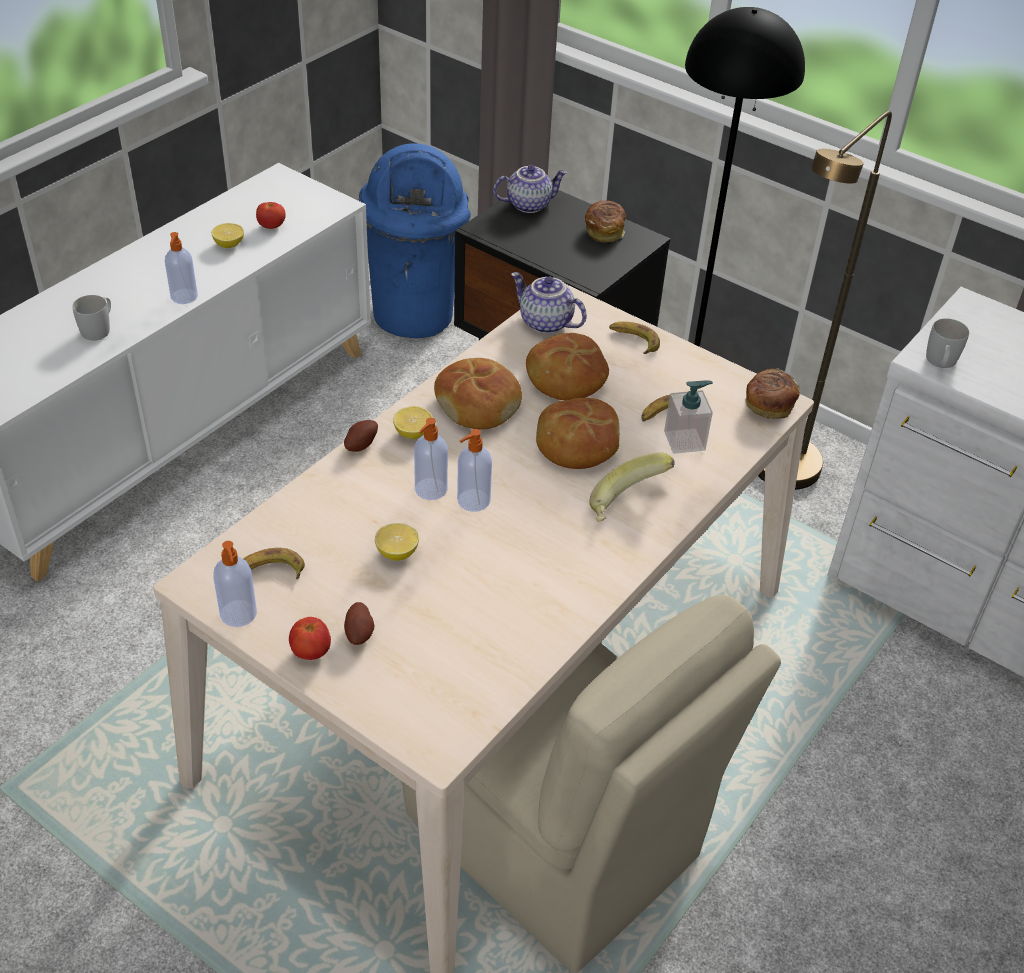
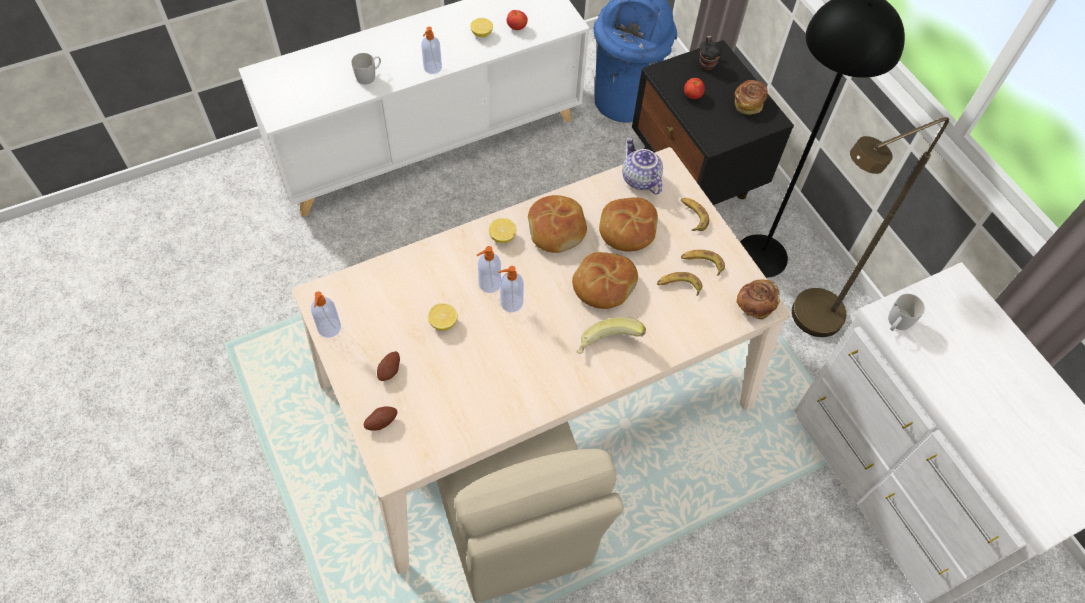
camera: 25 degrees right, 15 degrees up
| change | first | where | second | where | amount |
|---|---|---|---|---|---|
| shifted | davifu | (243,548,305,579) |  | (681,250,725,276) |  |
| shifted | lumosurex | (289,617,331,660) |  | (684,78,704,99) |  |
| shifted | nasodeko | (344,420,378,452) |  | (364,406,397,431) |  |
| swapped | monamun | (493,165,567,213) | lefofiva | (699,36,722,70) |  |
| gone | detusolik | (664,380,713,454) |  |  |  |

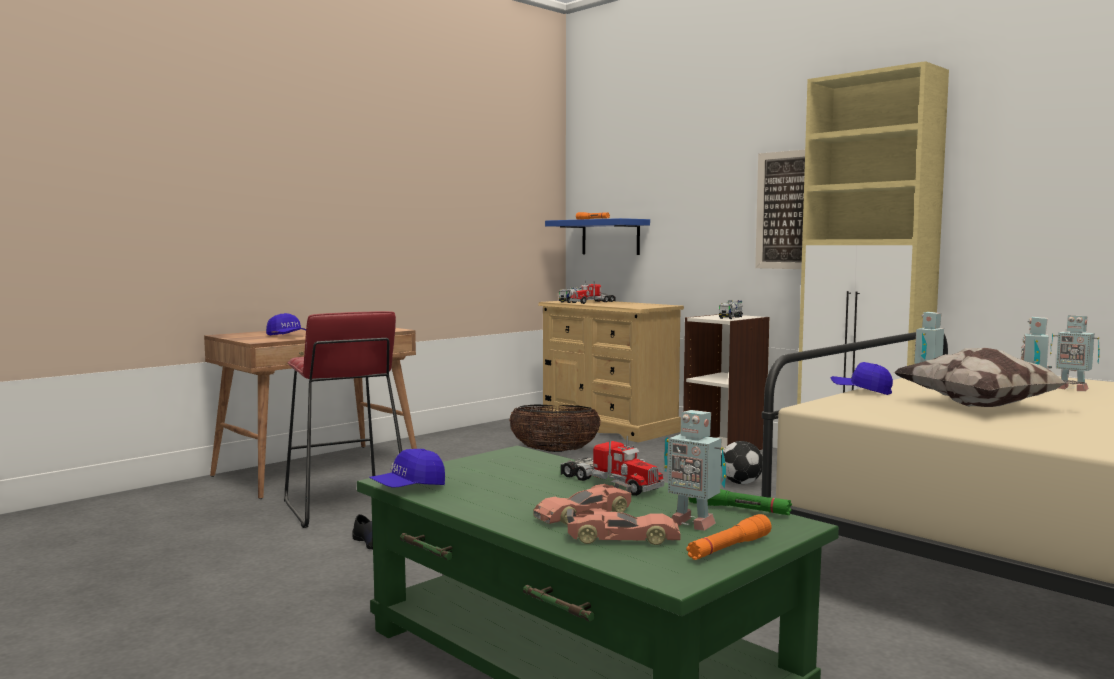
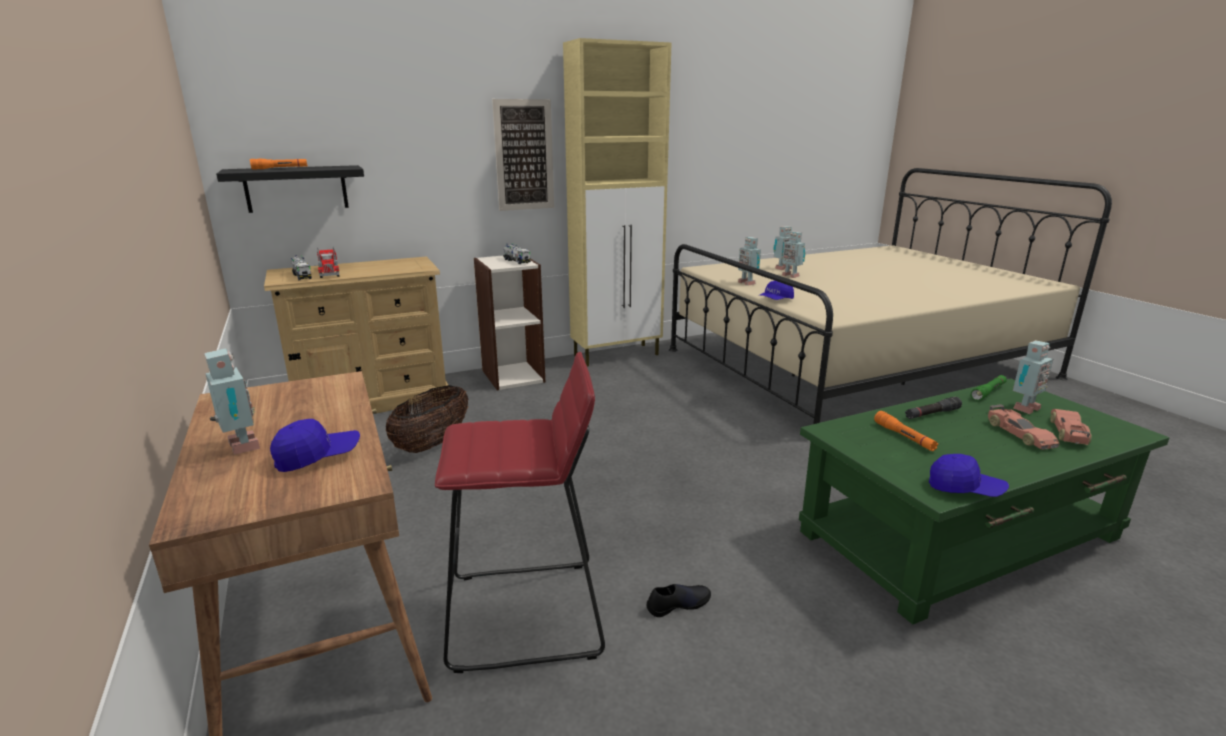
camera: 70 degrees left, 15 degrees up
| change | first | where | second | where | amount |
|---|---|---|---|---|---|
| rotated | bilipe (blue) | (369,449,445,488) |  | (929,454,1009,497) | 45 degrees counterclockwise |
| repainted | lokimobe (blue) | (545,218,650,255) | lokimobe (black) | (216,165,364,213) |  |
| swapped | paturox | (561,436,665,496) | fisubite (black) | (905,397,962,419) |  |
| shifted | fisubite (orange) | (686,514,771,560) |  | (874,411,938,451) |  |
| gone | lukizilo | (721,441,762,484) |  |  |  |
| gone | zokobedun | (894,348,1085,407) |  |  |  |
| new |  |  | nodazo | (204,348,260,455) |  |

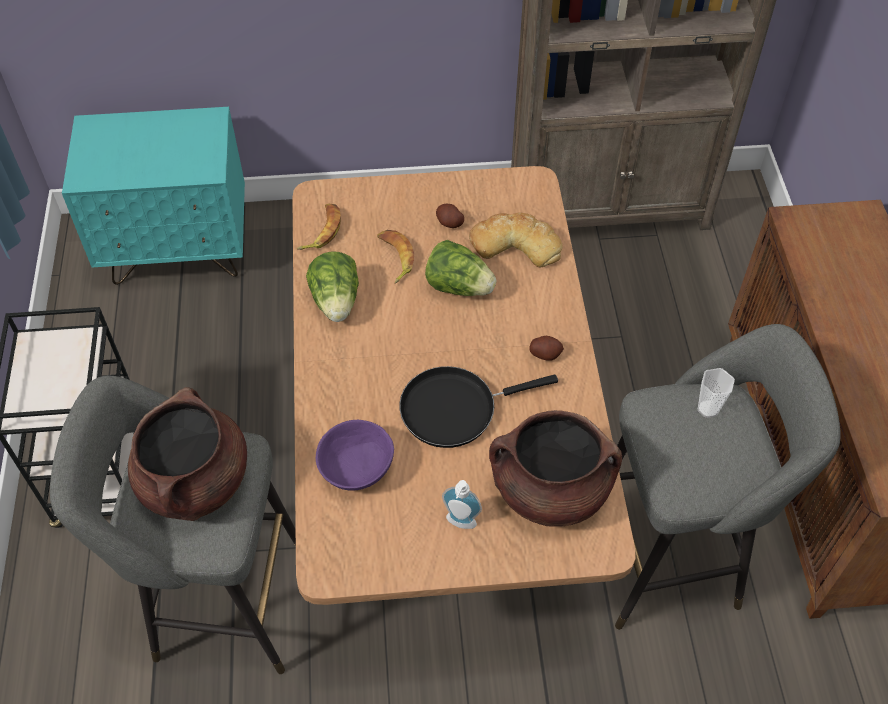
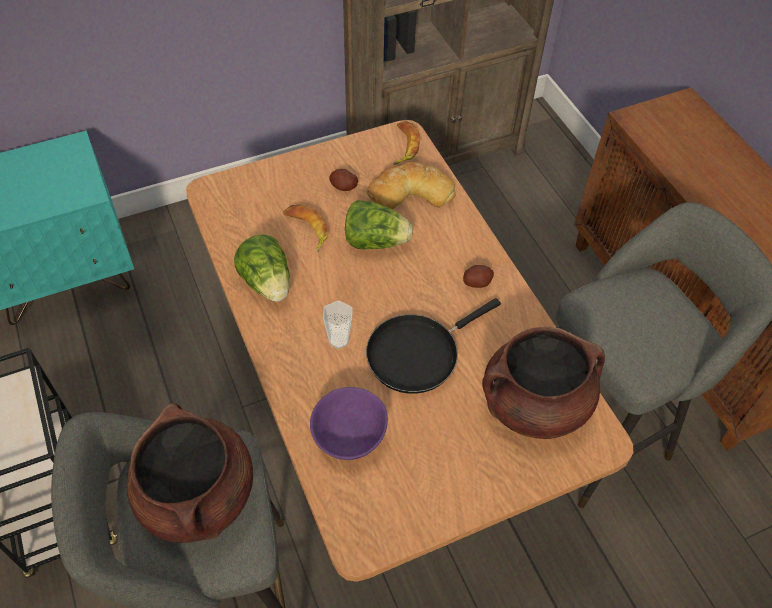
camera: 20 degrees left, 0 degrees up
| change | first | where | second | where | amount |
|---|---|---|---|---|---|
| shifted | davifu | (297,204,341,250) |  | (393,122,420,165) |  |
| gone | detusolik | (442,480,482,529) |  |  |  |
| shifted | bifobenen | (698,368,735,418) |  | (323,301,353,349) |  |

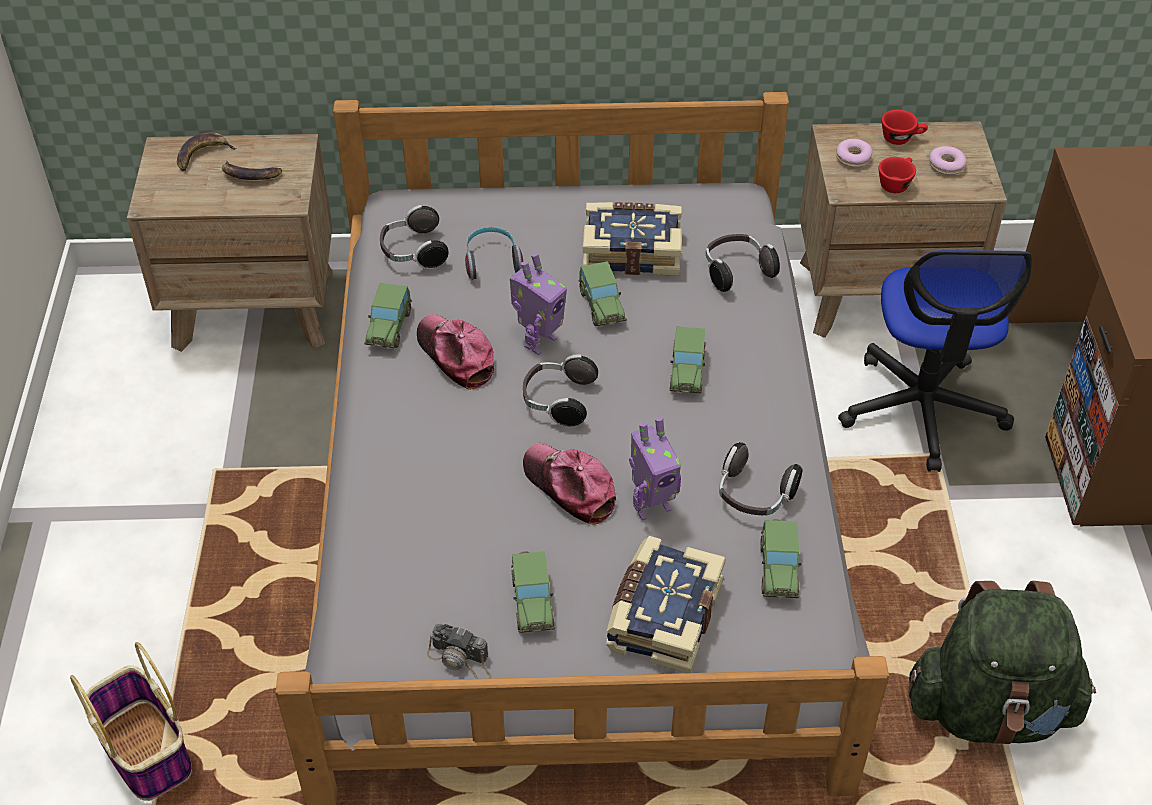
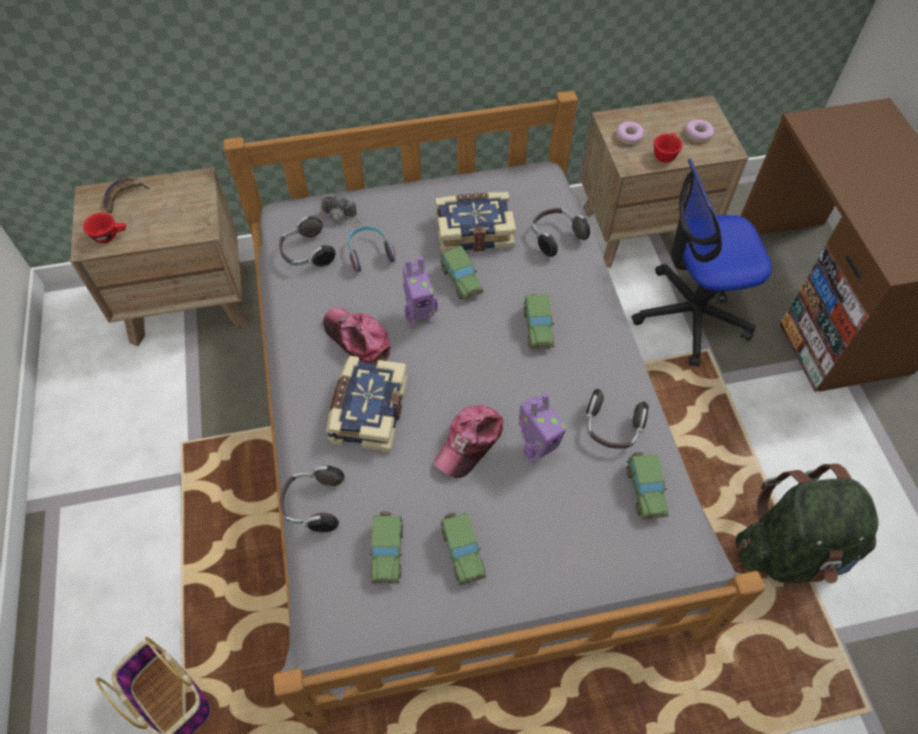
camera: 10 degrees left, 10 degrees up
| change | first | where | second | where | amount |
|---|---|---|---|---|---|
| gone | davifu | (222,160,282,180) |  |  |  |
| shifted | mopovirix | (364,283,412,348) |  | (370,512,403,584) |  |
| shifted | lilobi | (427,624,491,679) |  | (320,196,361,227) |  |
| rotated | nodazo | (510,253,567,355) |  | (403,257,438,328) | 45 degrees clockwise |
| shifted | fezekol | (523,354,598,427) |  | (280,466,345,532) |  |
| rotated | bilipe | (523,443,616,525) |  | (434,405,504,478) | 90 degrees counterclockwise |
| shifted | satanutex | (606,536,726,673) |  | (326,356,408,452) |  |
| rotated | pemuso | (838,250,1032,472) |  | (632,158,772,367) | 90 degrees clockwise |
| shifted | bifobenen (red) | (882,110,928,145) |  | (83,213,126,243) |  |

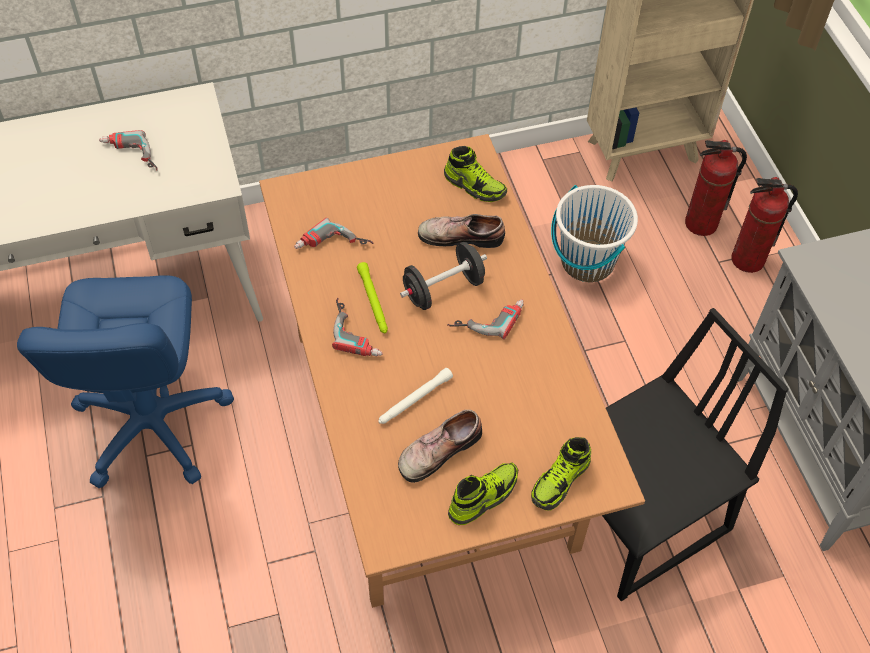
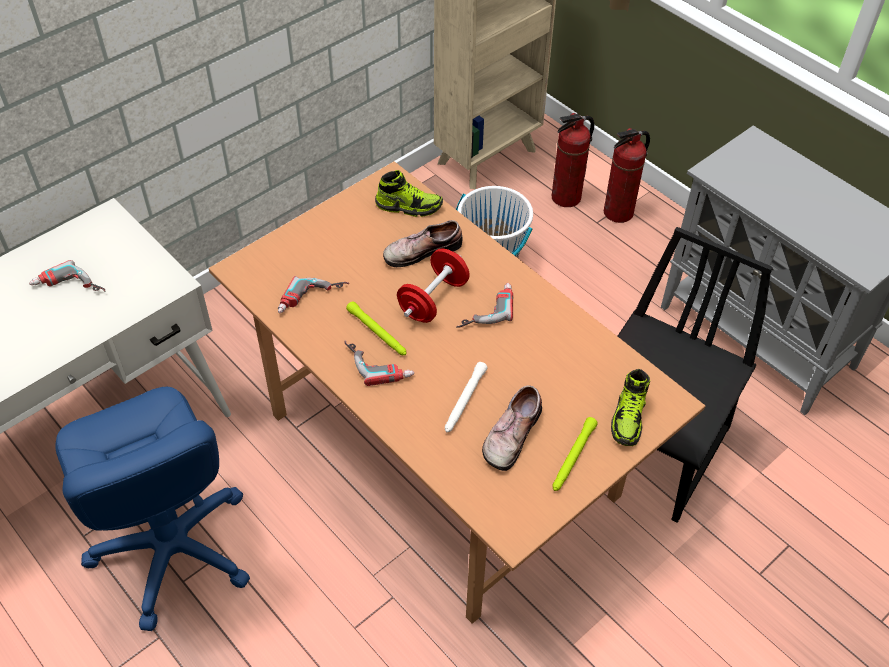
camera: 25 degrees left, 5 degrees down
| change | first | where | second | where | amount |
|---|---|---|---|---|---|
| repainted | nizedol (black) | (400,242,487,310) | nizedol (red) | (397,248,470,323) |  |
| swapped | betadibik | (448,463,518,525) | fisubite (green) | (553,417,598,491) |  |

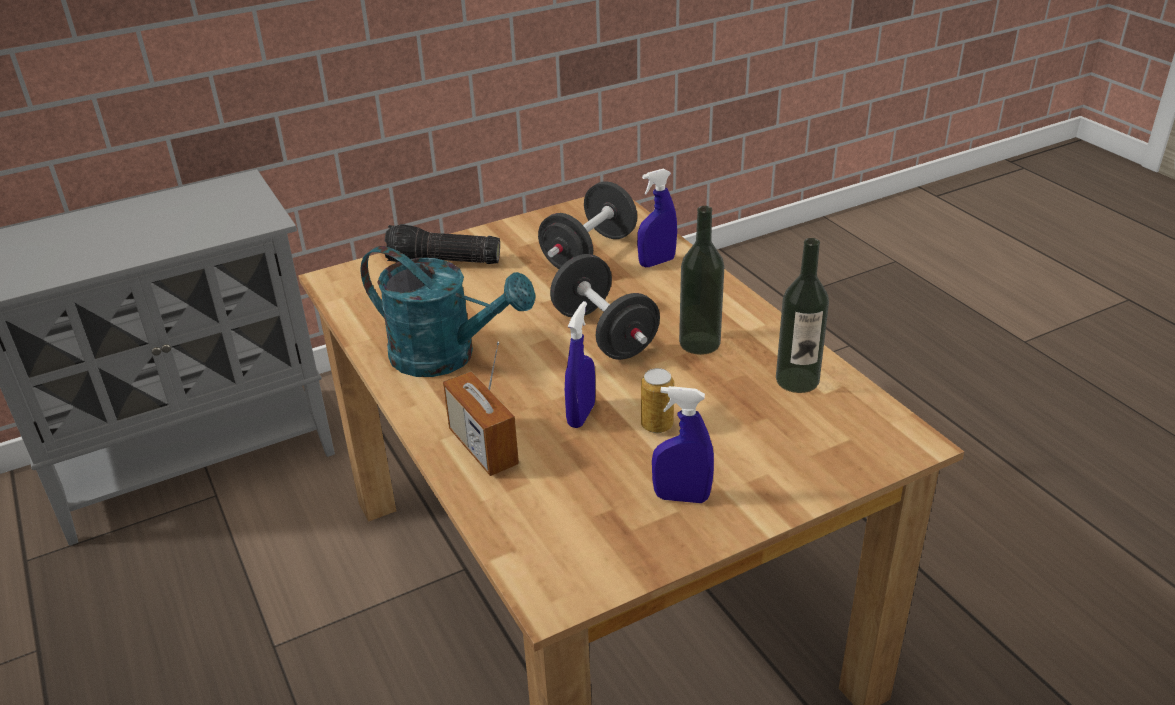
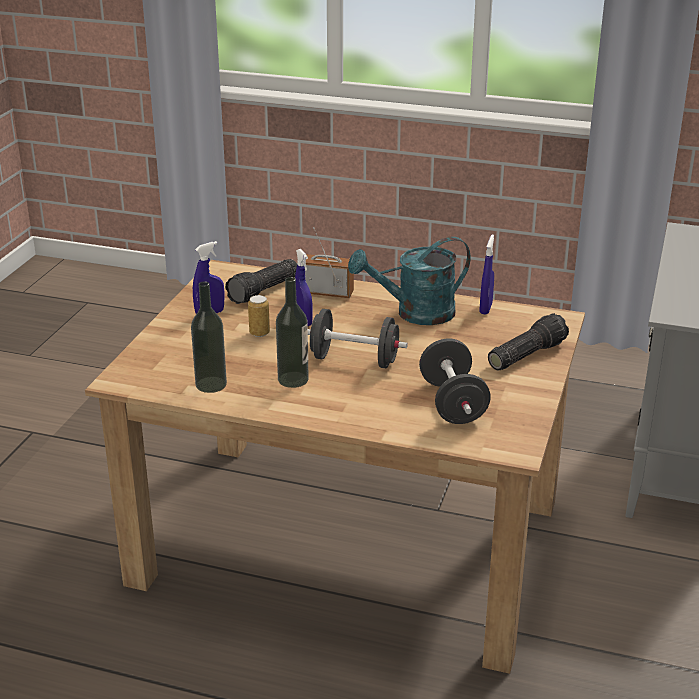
camera: 135 degrees right, 5 degrees down
| change | first | where | second | where | amount |
|---|---|---|---|---|---|
| shifted | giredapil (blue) | (637,168,677,267) |  | (480,234,494,314) |  |
| new |  |  | fisubite | (225,259,297,304) |  |

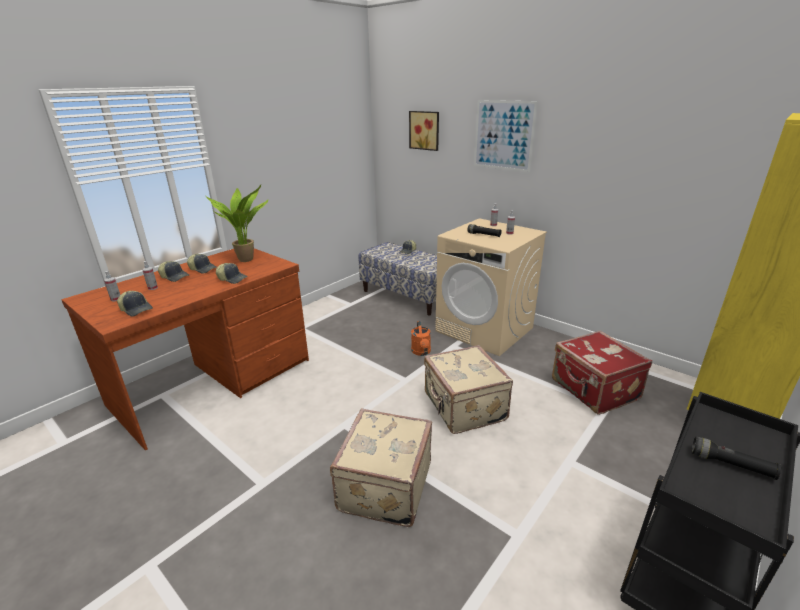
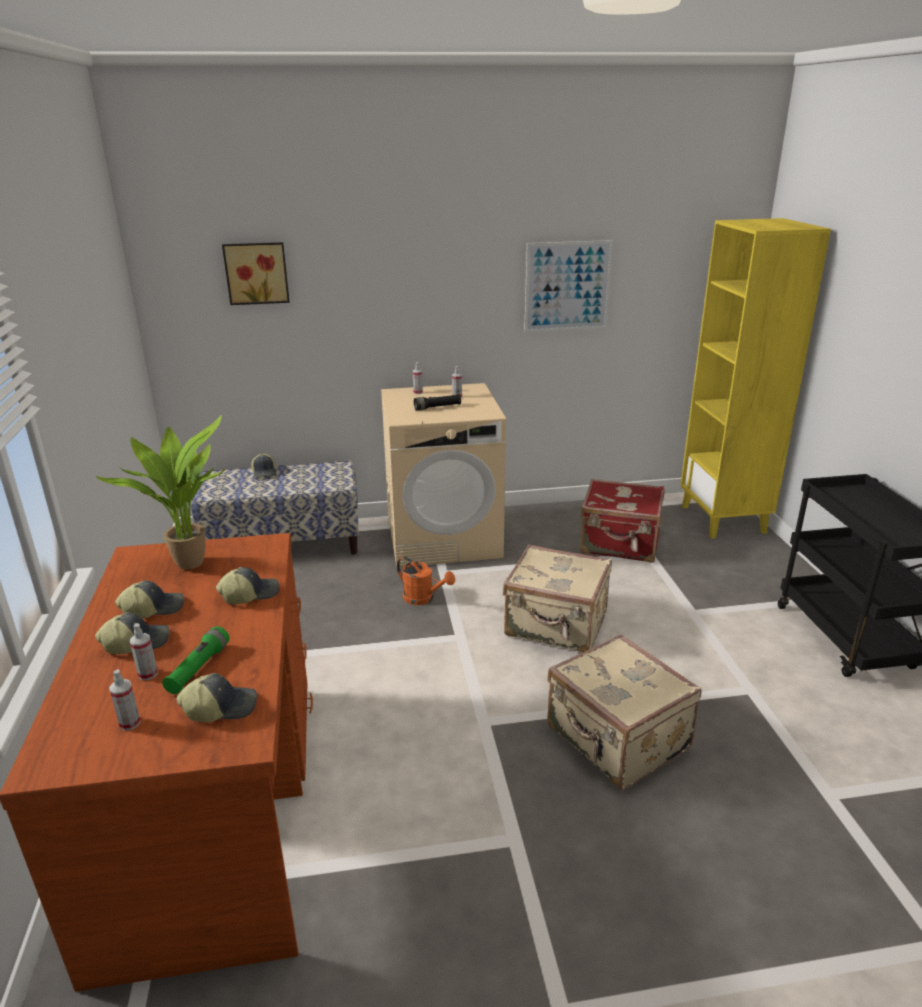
camera: 50 degrees left, 0 degrees up
| change | first | where | second | where | amount |
|---|---|---|---|---|---|
| shifted | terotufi | (474,100,538,172) |  | (524,240,613,332) |  |
| gone | fisubite (black) | (691,436,781,480) |  |  |  |
| new |  |  | fisubite (green) | (162,626,229,694) |  |

